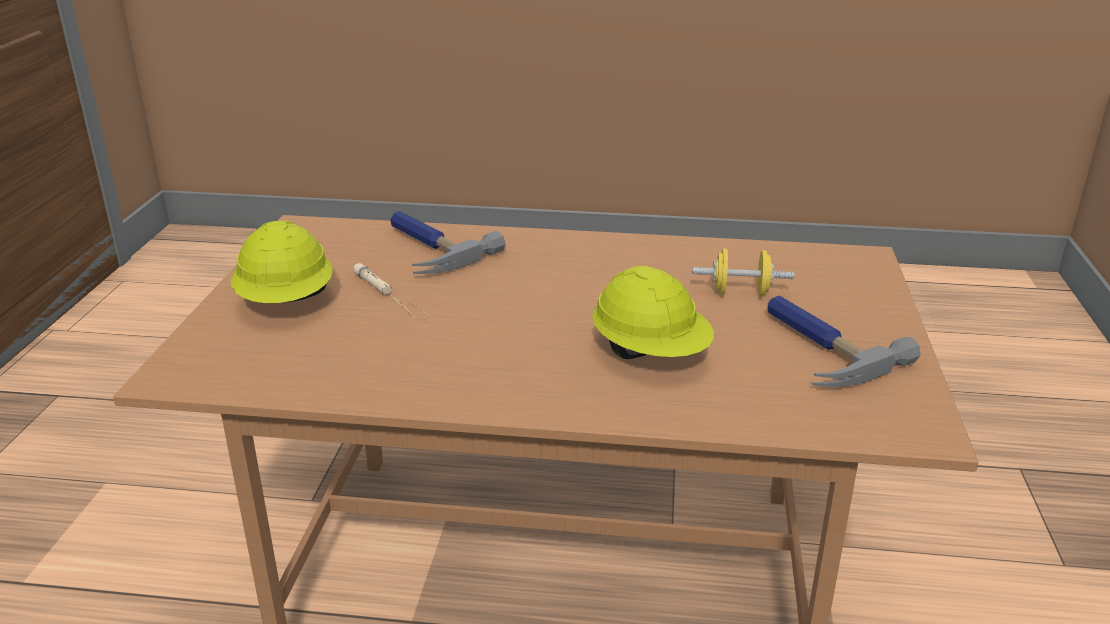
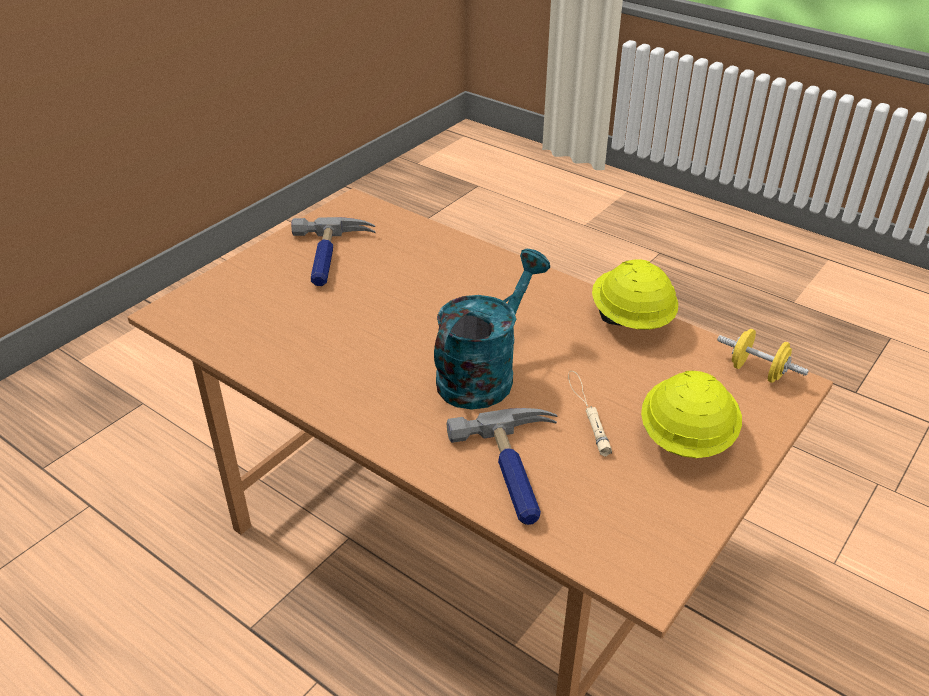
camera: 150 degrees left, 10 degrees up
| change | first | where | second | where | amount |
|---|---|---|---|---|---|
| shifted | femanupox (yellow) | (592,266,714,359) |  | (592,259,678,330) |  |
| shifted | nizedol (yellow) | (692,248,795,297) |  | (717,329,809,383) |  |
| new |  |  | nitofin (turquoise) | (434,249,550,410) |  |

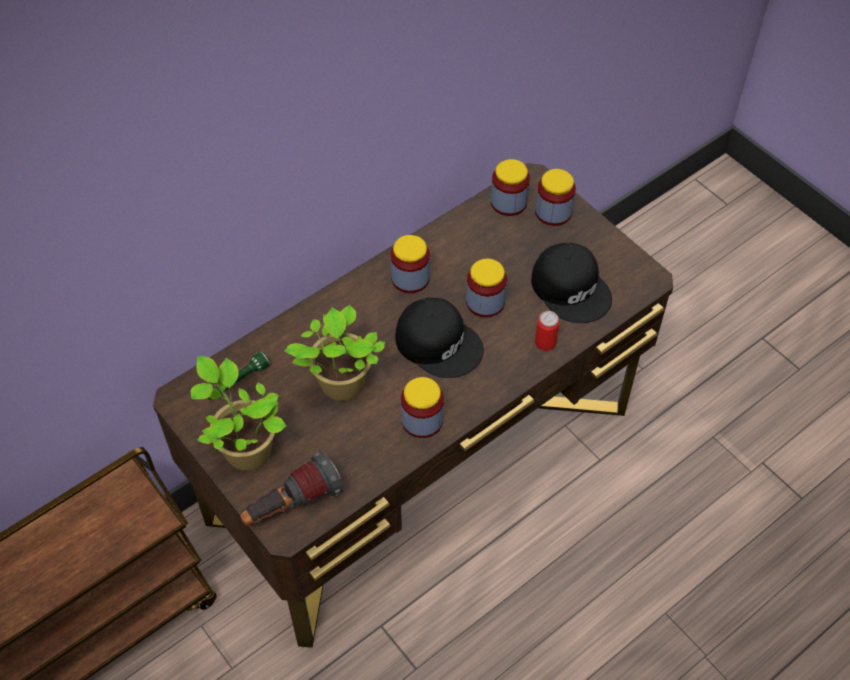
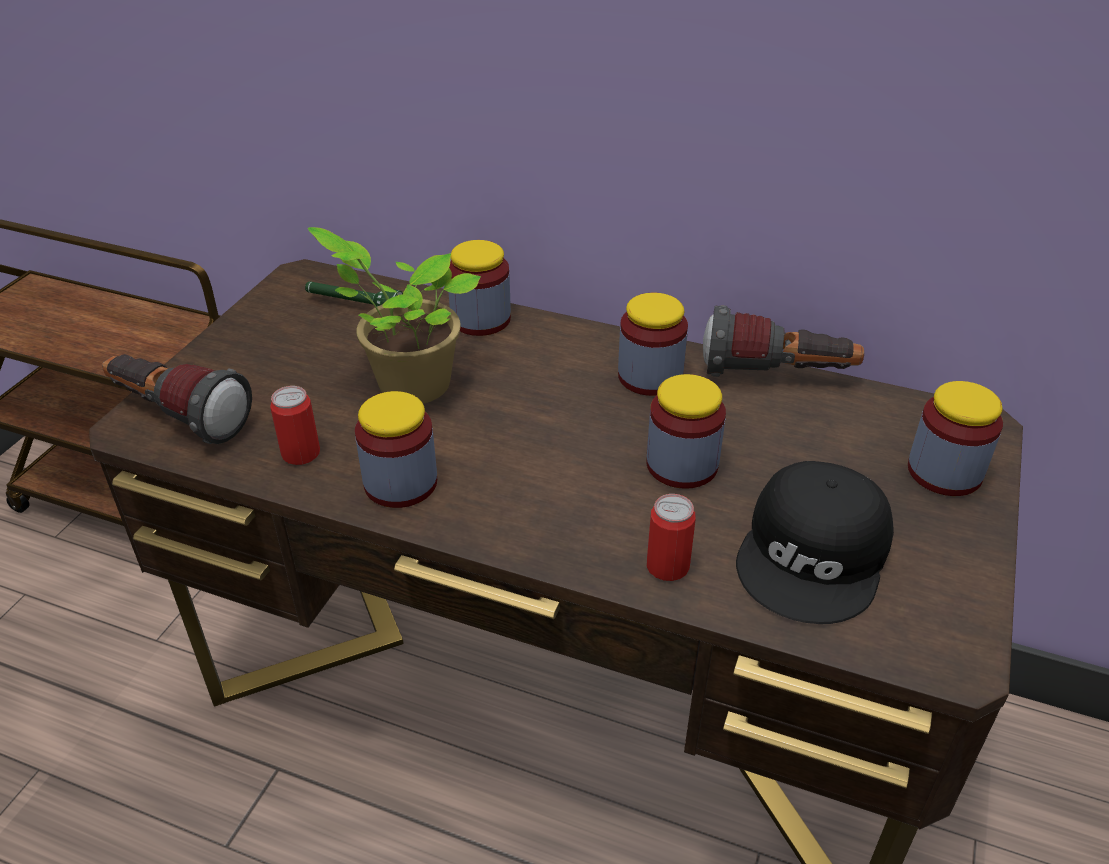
camera: 60 degrees right, 15 degrees down
| change | first | where | second | where | amount |
|---|---|---|---|---|---|
| gone | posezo | (191,356,286,470) |  |  |  |
| gone | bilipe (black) | (395,298,484,378) |  |  |  |
| shifted | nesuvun | (491,159,530,216) |  | (448,240,511,336) |  |
| new |  |  | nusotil | (270,386,320,465) |  |
| new |  |  | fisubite | (703,305,864,377) |  |

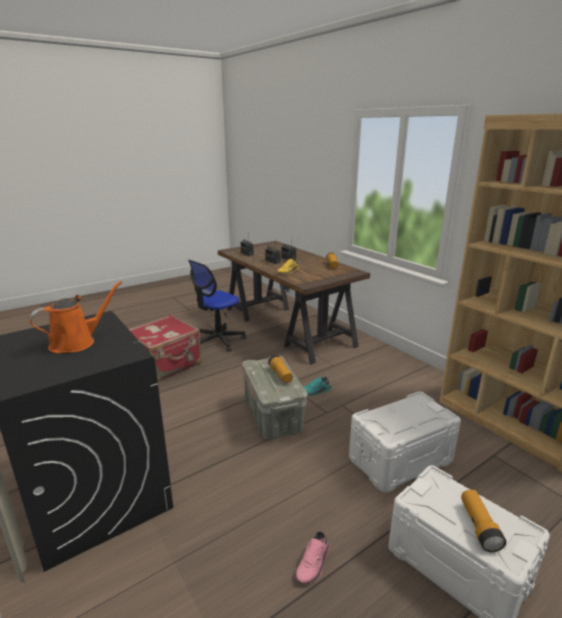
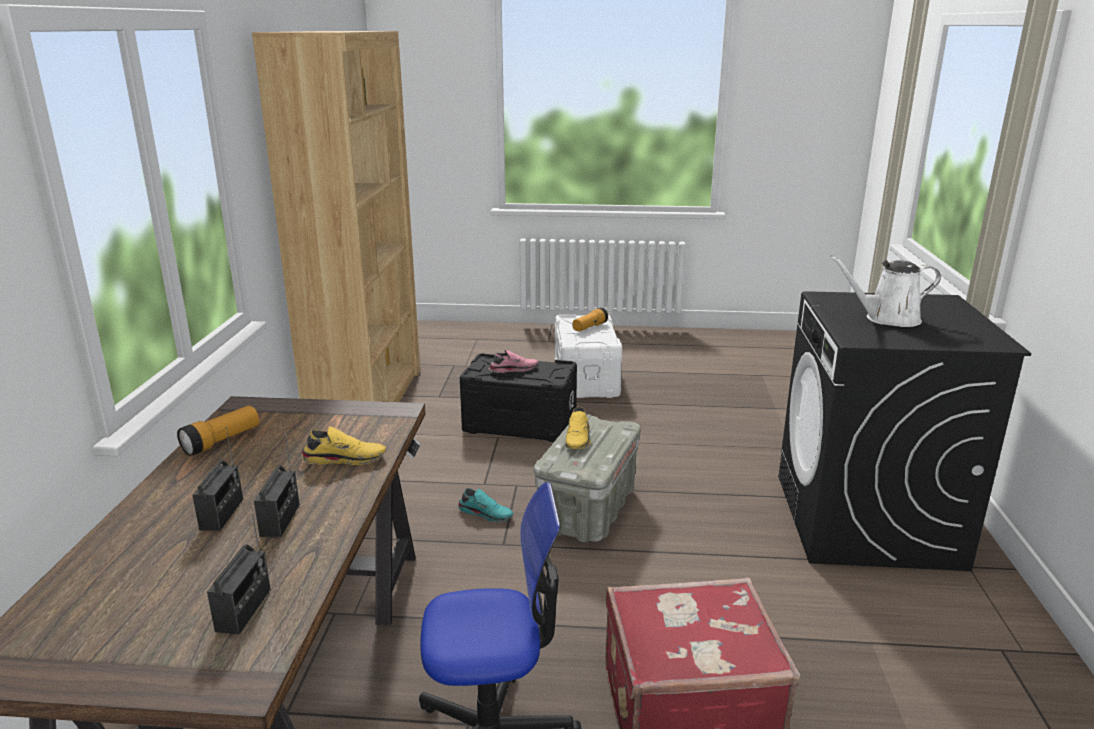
camera: 140 degrees left, 0 degrees up
| change | first | where | second | where | amount |
|---|---|---|---|---|---|
| repainted | nitofin (orange) | (29,281,122,353) | nitofin (white) | (829,255,941,327) |  |
| swapped | fisubite | (268,355,293,383) | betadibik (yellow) | (565,407,591,449) |  |
| shifted | betadibik (pink) | (296,531,330,584) |  | (489,350,538,373) |  |
| repainted | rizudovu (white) | (349,391,461,492) | rizudovu (black) | (460,354,577,442) |  |

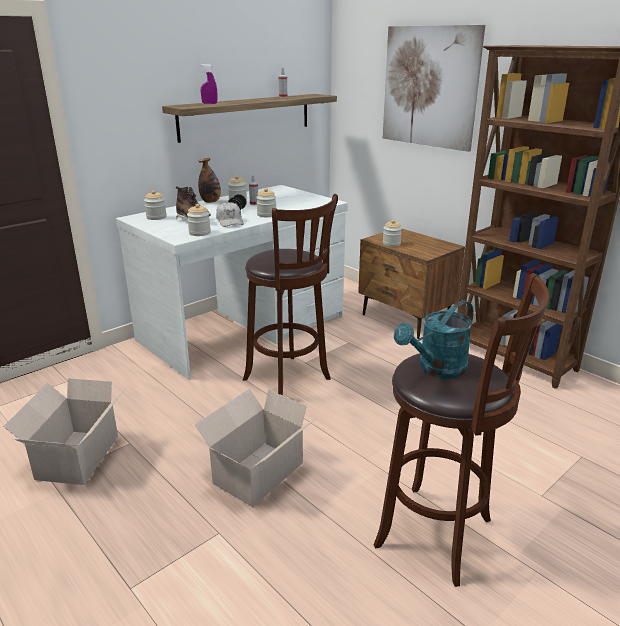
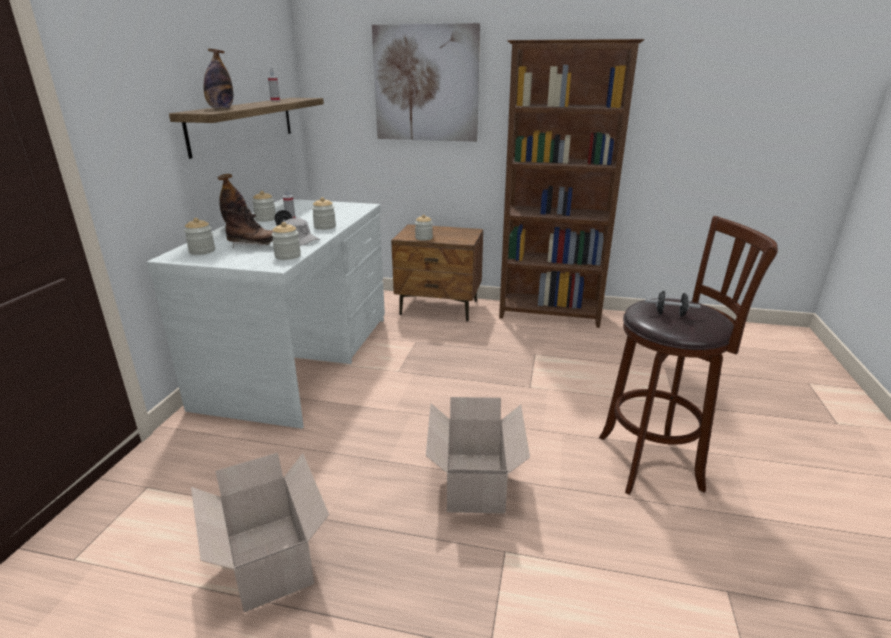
camera: 35 degrees left, 0 degrees up
| change | first | where | second | where | amount |
|---|---|---|---|---|---|
| swapped | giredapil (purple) | (201,64,217,104) | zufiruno | (204,49,233,109) |  |
| gone | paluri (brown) | (243,194,338,396) |  |  |  |
| swapped | nitofin (turquoise) | (394,300,473,379) | nizedol (black) | (645,291,701,317) |  |

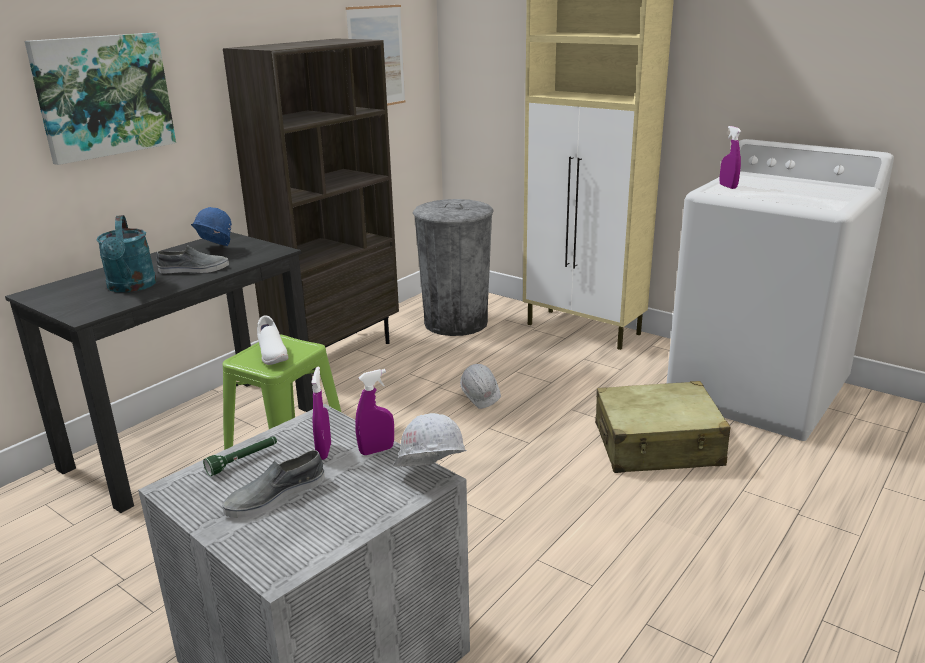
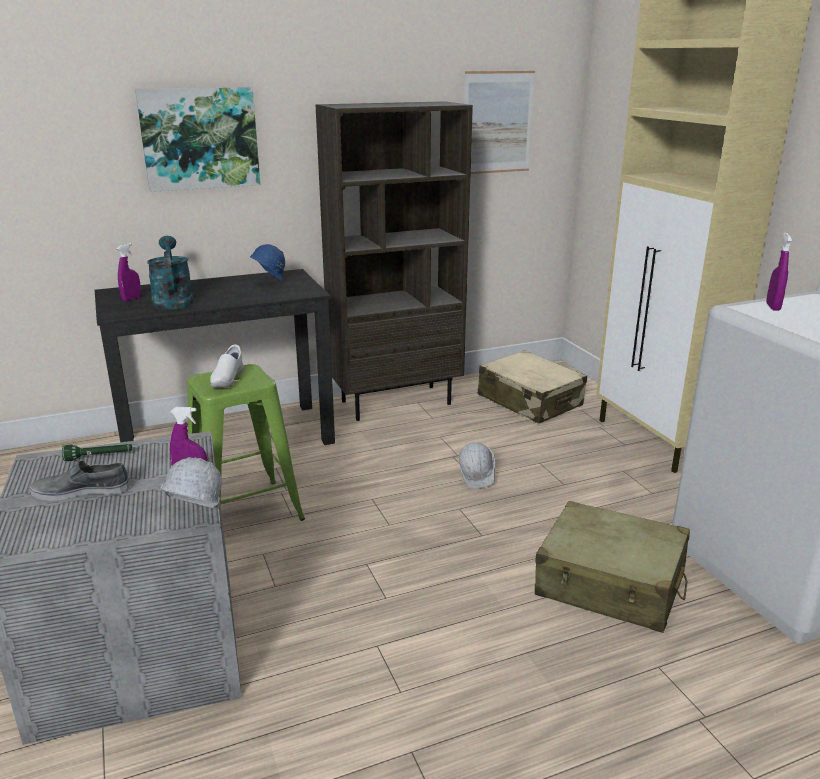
camera: 30 degrees right, 0 degrees up
| change | first | where | second | where | amount |
|---|---|---|---|---|---|
| rotated | nitofin (turquoise) | (97,215,157,293) |  | (147,236,193,310) | 150 degrees clockwise |
| gone | betadibik (grey) | (156,245,229,273) |  |  |  |
| shifted | giredapil (purple) | (311,366,331,460) |  | (117,243,141,302) |  |
| swapped | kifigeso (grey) | (413,199,494,336) | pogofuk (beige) | (478,350,587,424) |  |

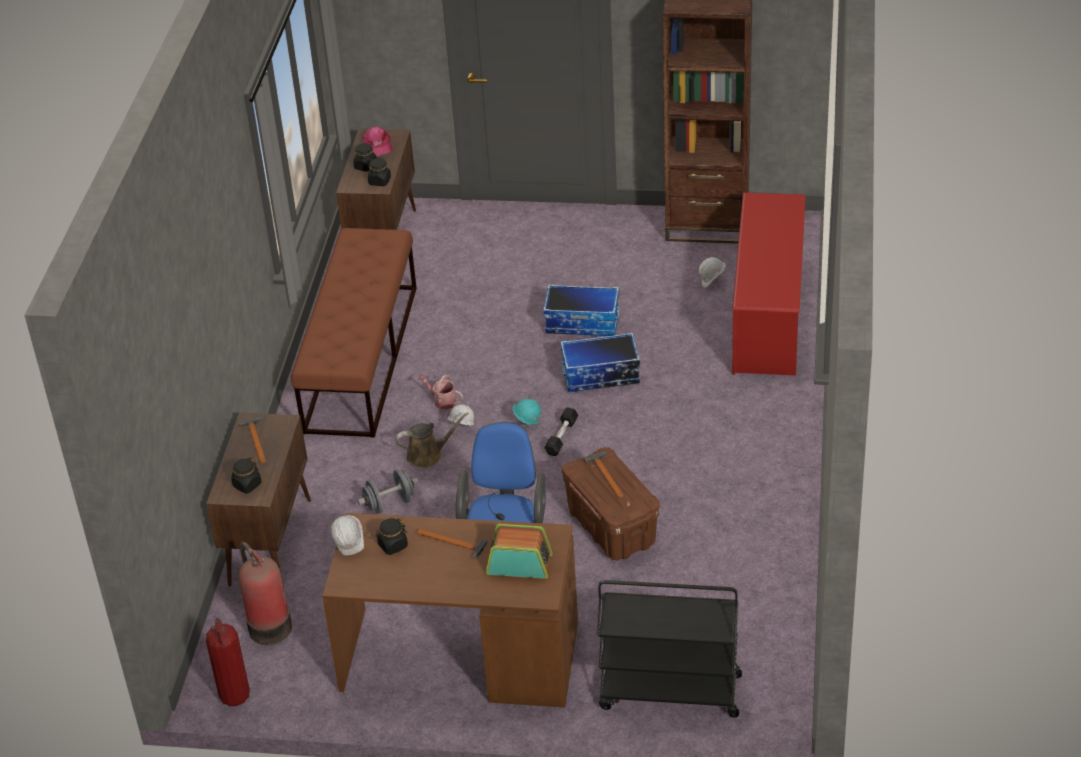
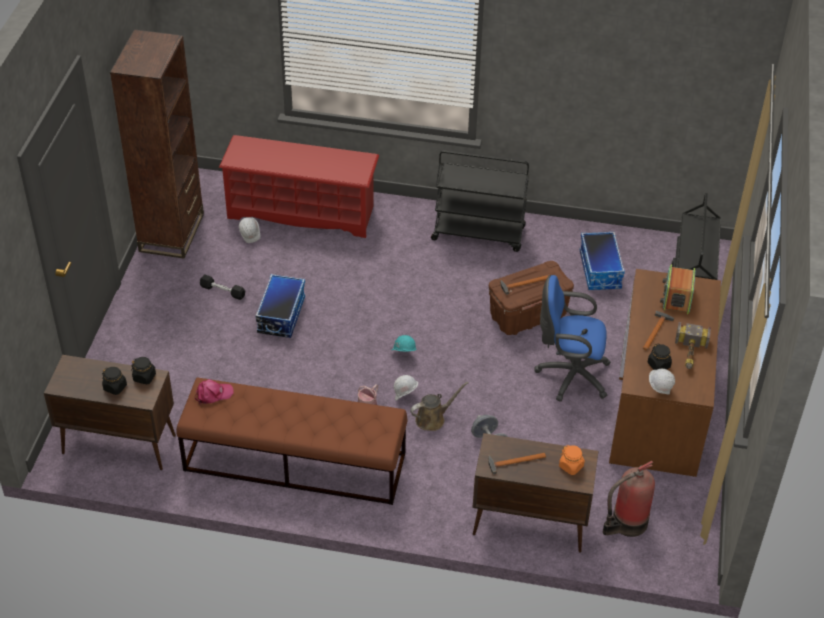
camera: 90 degrees left, 5 degrees up
| change | first | where | second | where | amount |
|---|---|---|---|---|---|
| gone | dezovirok | (206,618,250,706) |  |  |  |
| repainted | nesuvun (black) | (231,458,261,493) | nesuvun (orange) | (559,445,585,475) |  |
| shifted | bilipe (pink) | (363,126,393,156) |  | (195,379,234,405) |  |
| rotated | nitofin (brown) | (395,412,469,468) |  | (410,382,468,431) | 75 degrees clockwise |
| shifted | nizedol (black) | (544,407,579,456) |  | (200,274,245,300) |  |
| shifted | rizudovu | (560,333,640,392) |  | (580,232,625,290) |  |
| new |  |  | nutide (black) | (431,150,529,252) |  |
| new |  |  | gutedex | (675,322,711,369) |  |

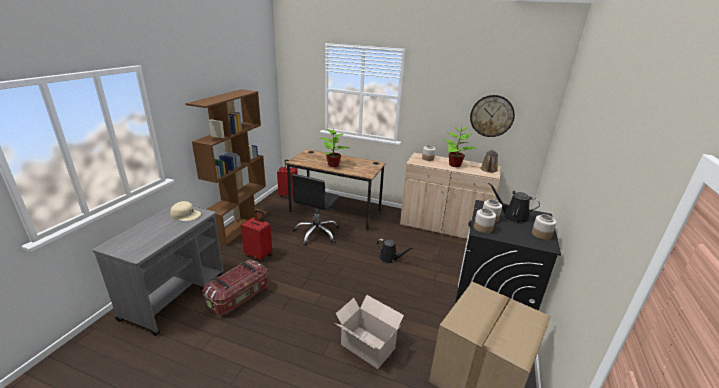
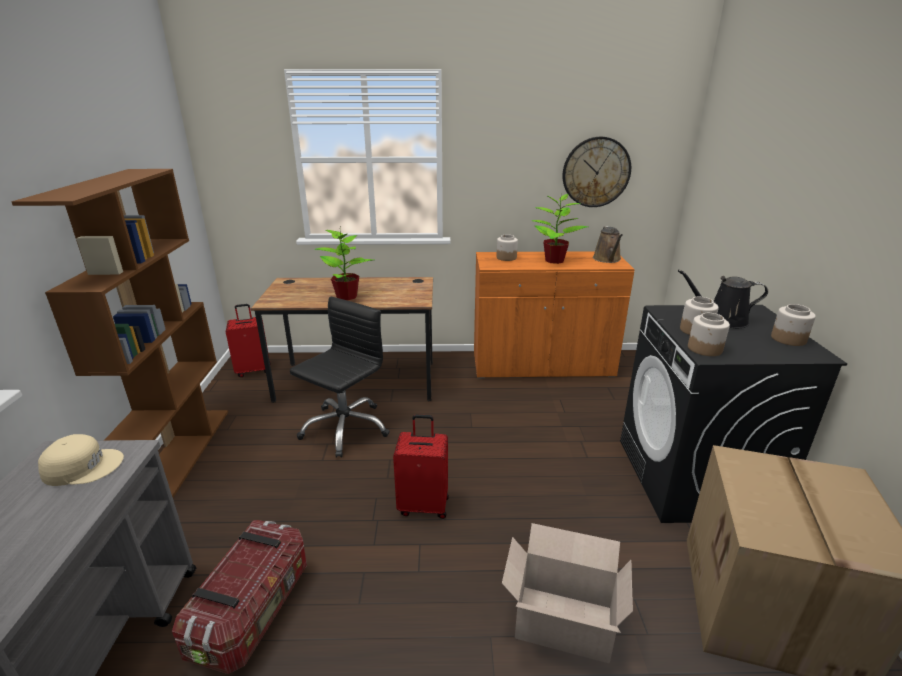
camera: 20 degrees left, 0 degrees up
| change | first | where | second | where | amount |
|---|---|---|---|---|---|
| shifted | pogofuk (red) | (241,210,272,262) |  | (393,414,449,519) |  |
| rotated | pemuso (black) | (292,174,340,245) |  | (290,297,390,458) | 150 degrees counterclockwise |
| gone | nitofin (black) | (377,239,414,264) |  |  |  |
| repainted | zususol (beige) | (400,153,501,239) | zususol (orange) | (474,251,635,378) |  |

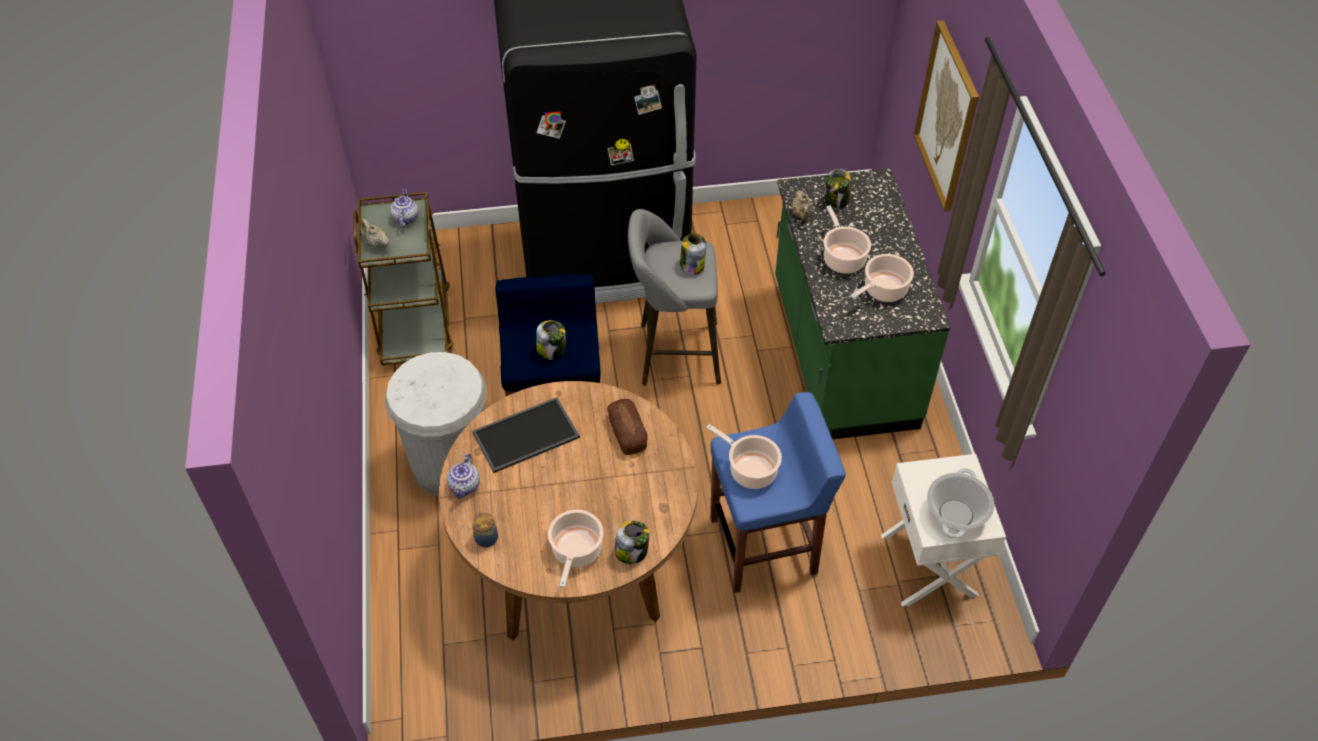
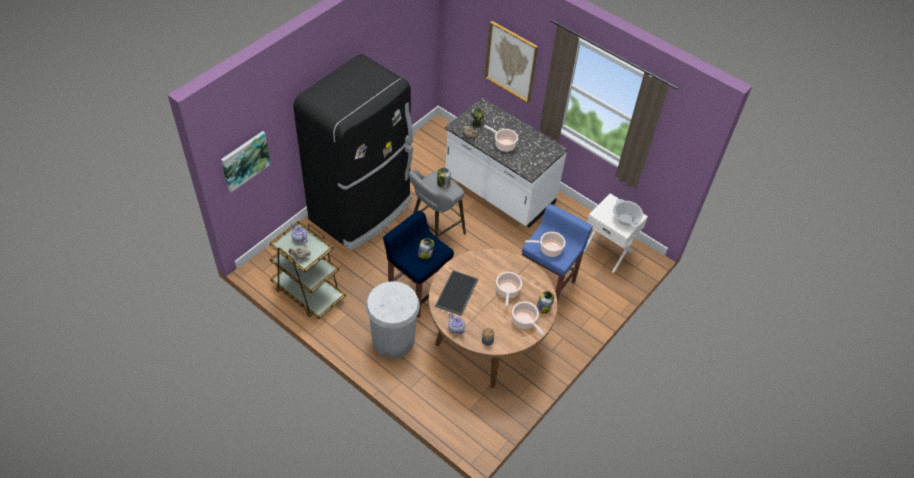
camera: 45 degrees left, 0 degrees up
| change | first | where | second | where | amount |
|---|---|---|---|---|---|
| gone | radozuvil | (607,399,648,455) |  |  |  |
| repainted | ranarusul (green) | (775,168,951,439) | ranarusul (white) | (445,98,568,228) |  |
| shifted | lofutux | (850,254,914,302) |  | (496,272,522,306) |  |
| new |  |  | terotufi | (221,131,271,192) |  |

